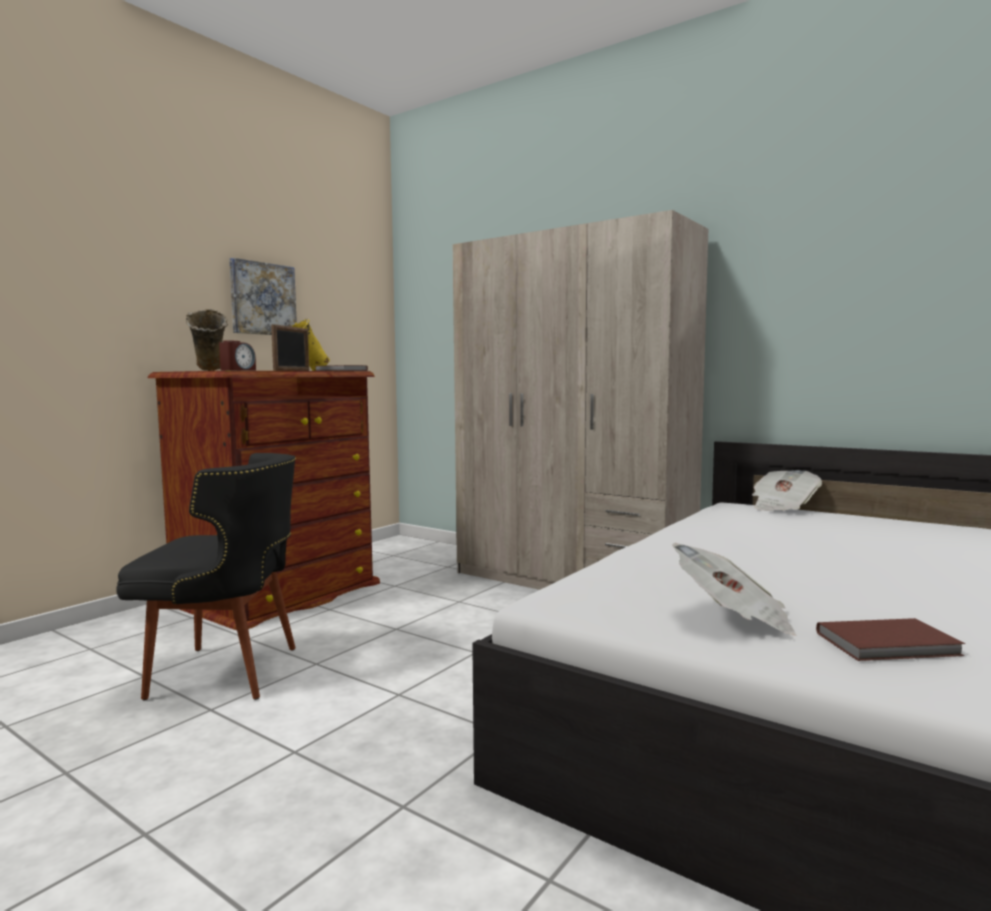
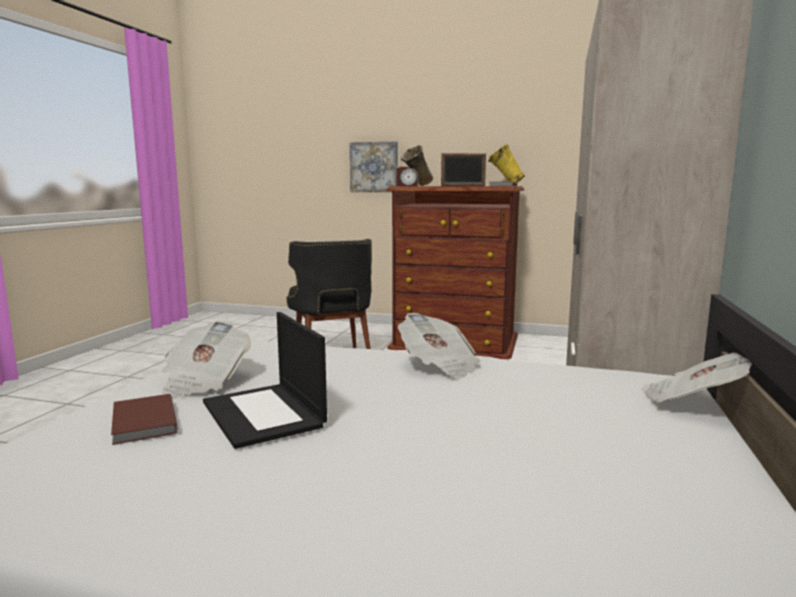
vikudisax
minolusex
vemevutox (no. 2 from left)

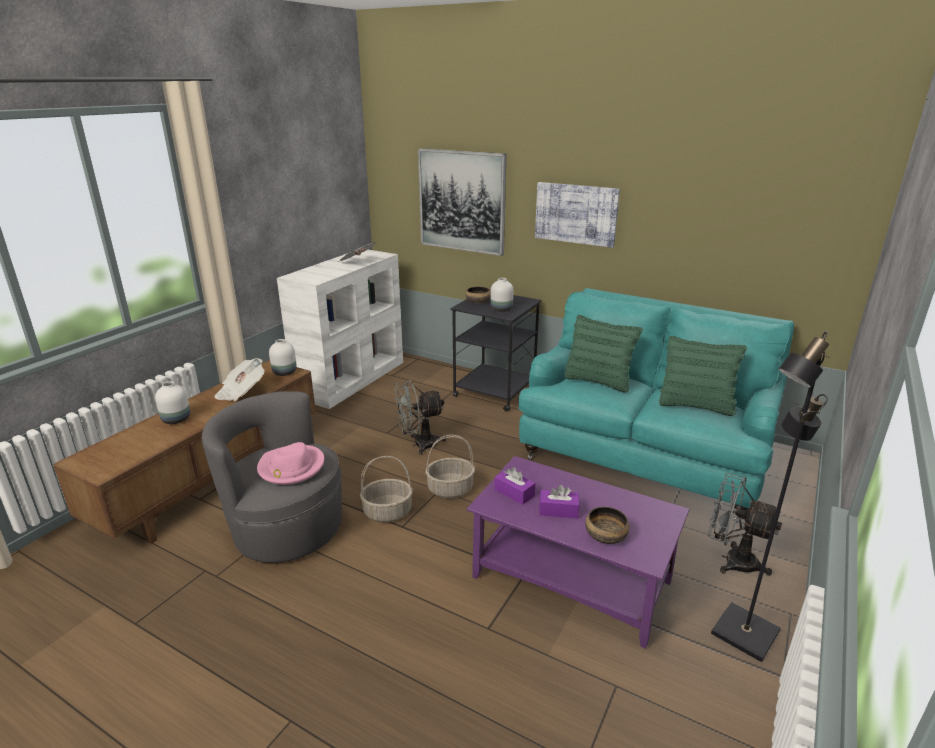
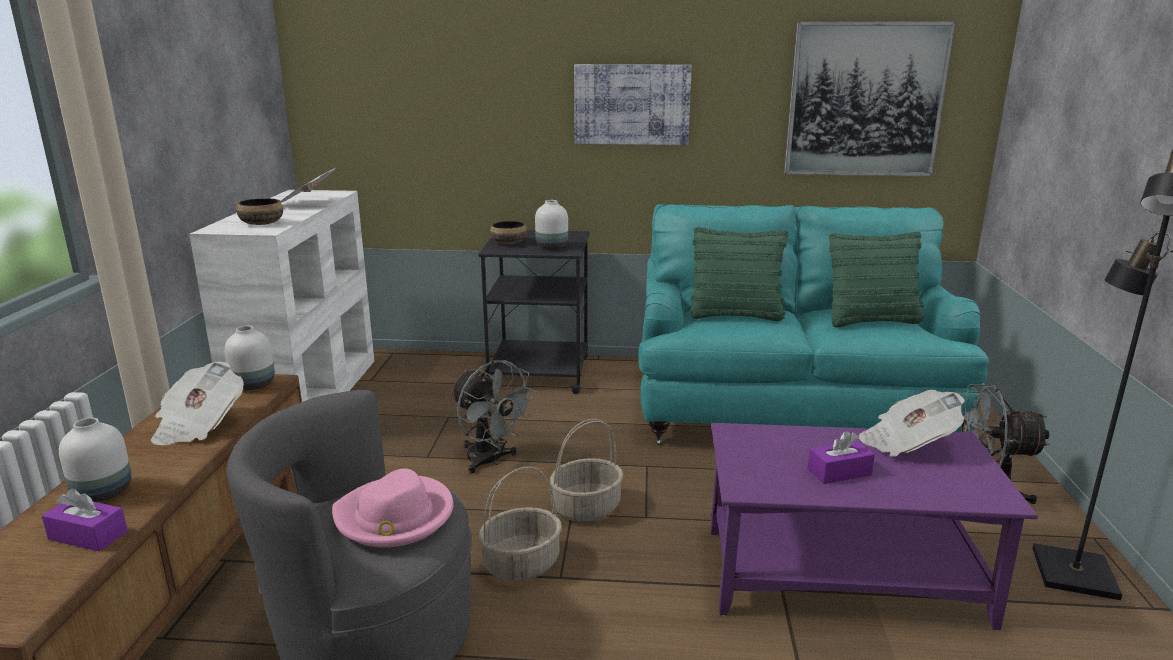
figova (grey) (no. 1 from left)
vikudisax (no. 2 from left)
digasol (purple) (no. 1 from left)
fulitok (no. 1 from left)
vemevutox (no. 3 from left)

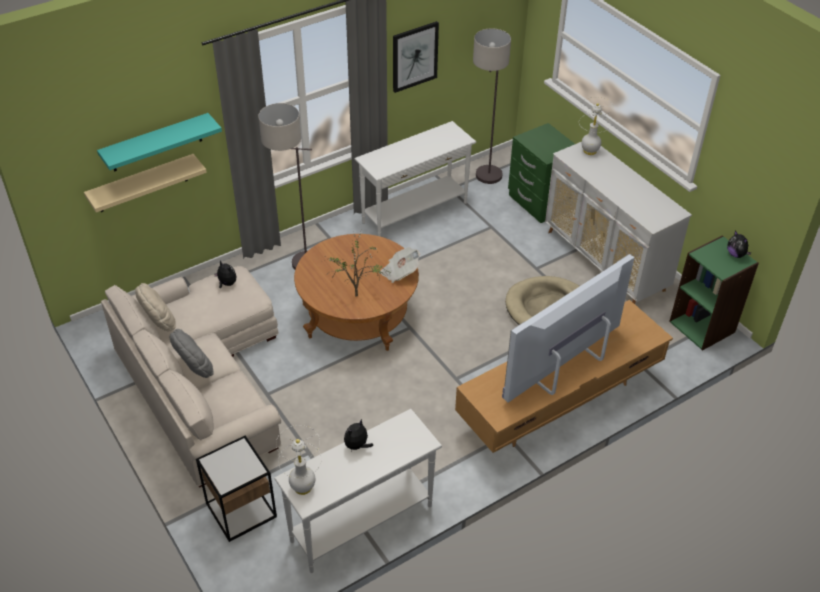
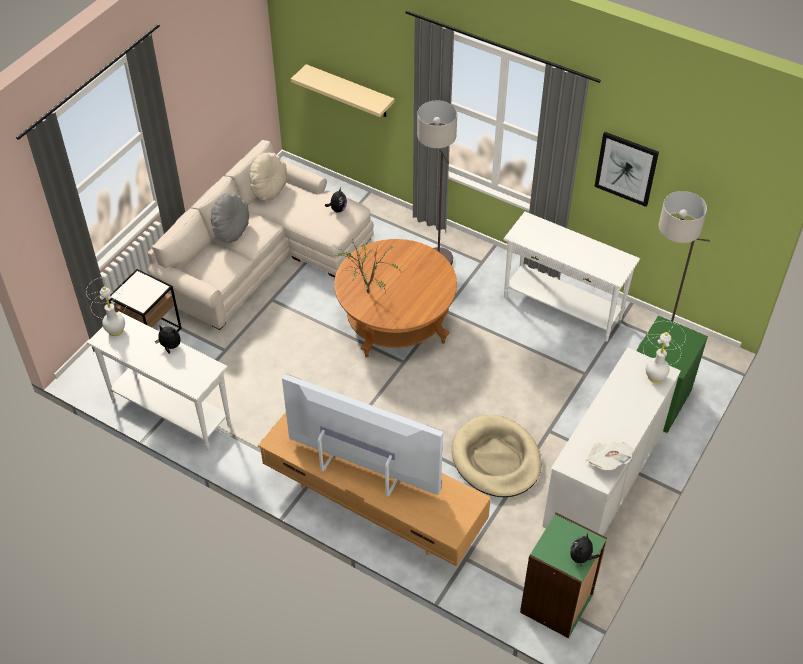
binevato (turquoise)
vemevutox

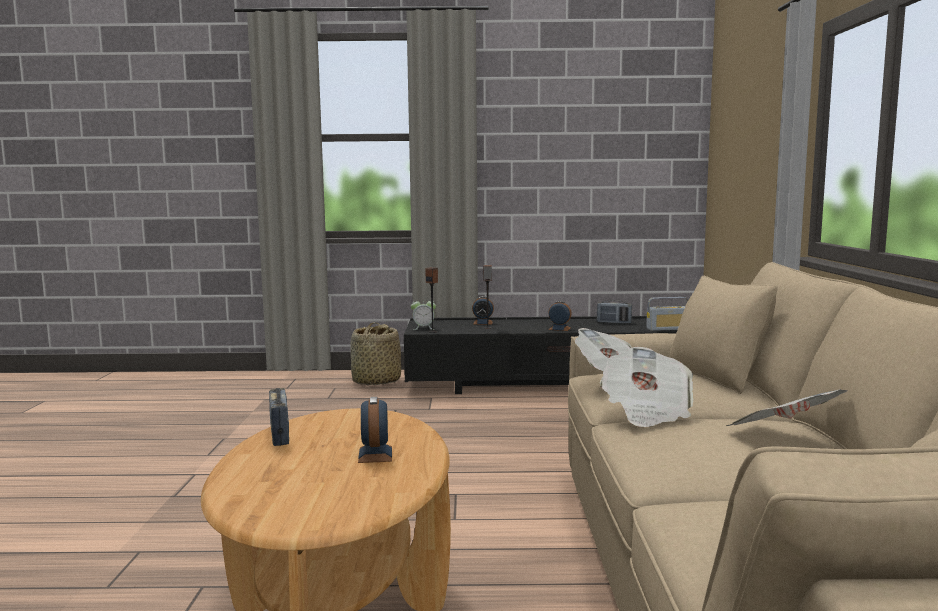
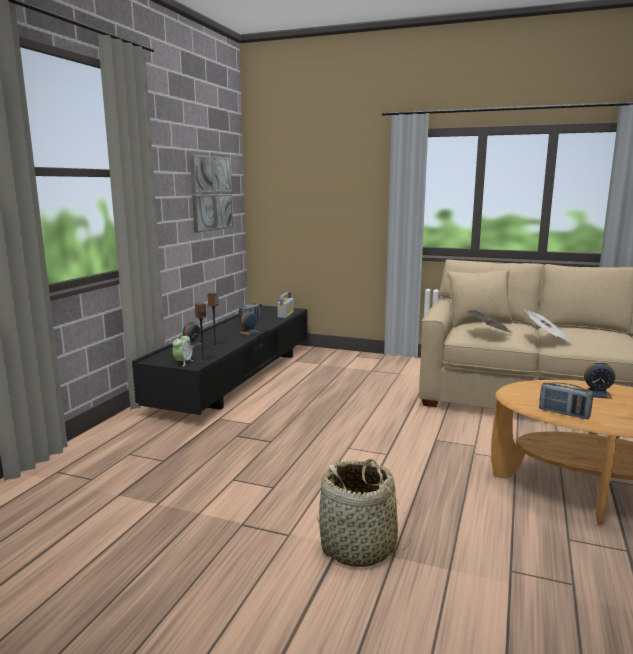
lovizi (no. 3 from left)
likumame
vemevutox (no. 3 from left in the first image)
vikudisax

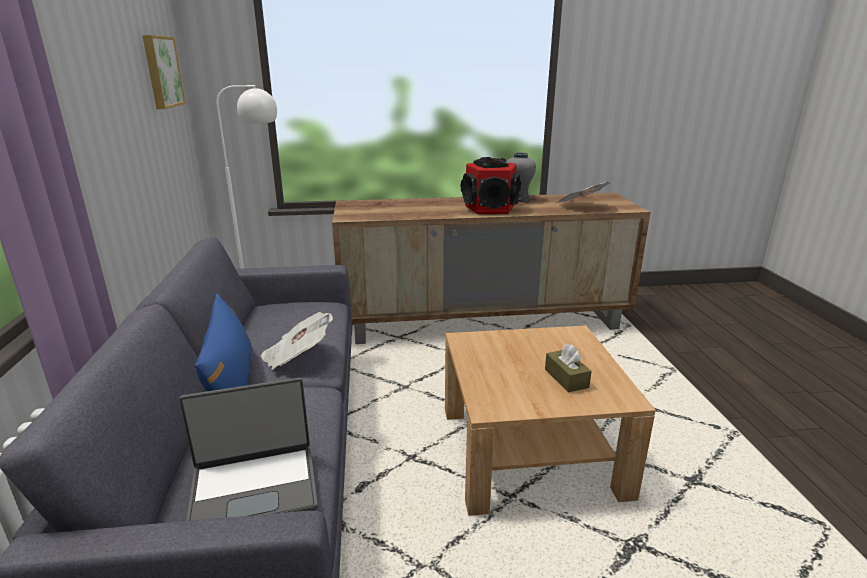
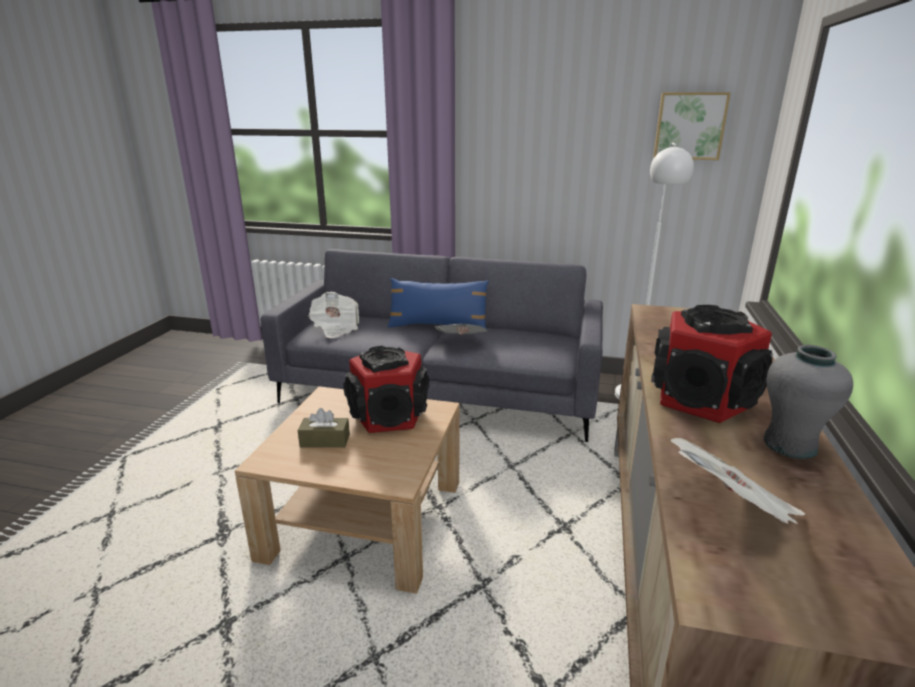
vemevutox (no. 1 from left)
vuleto (no. 1 from left)

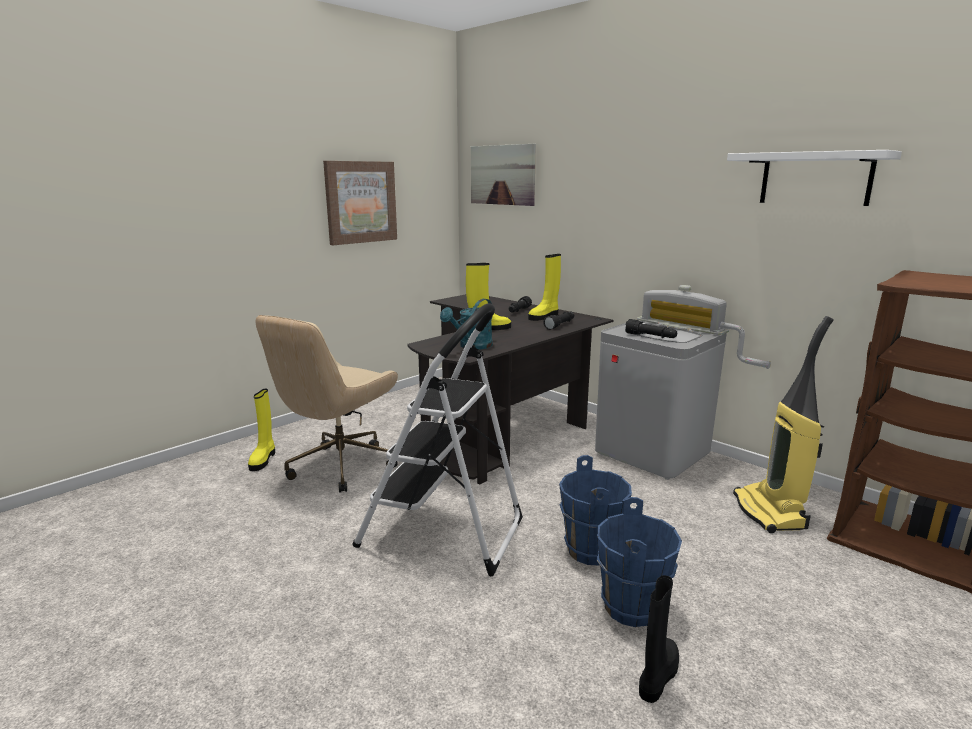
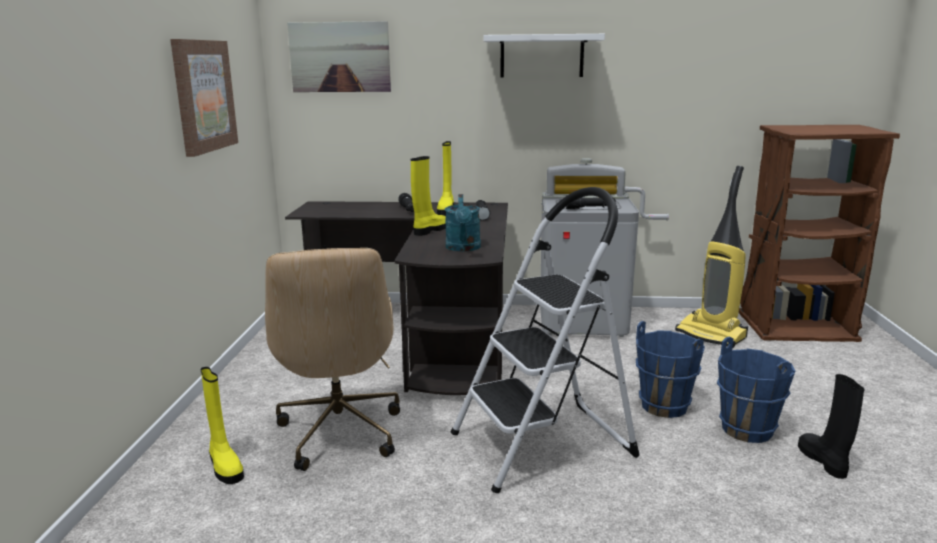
binevato (white)

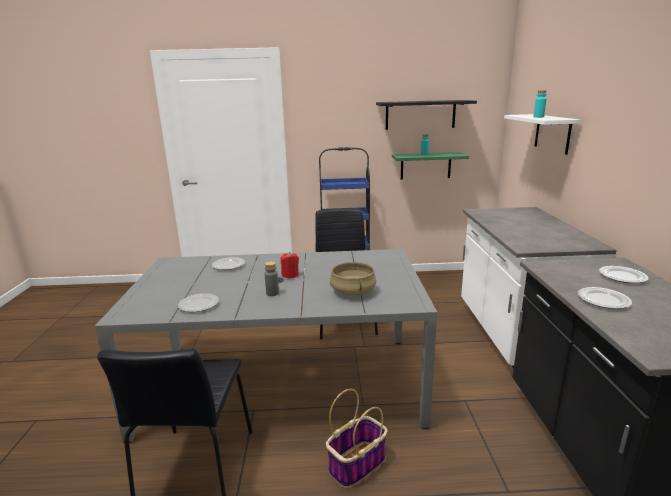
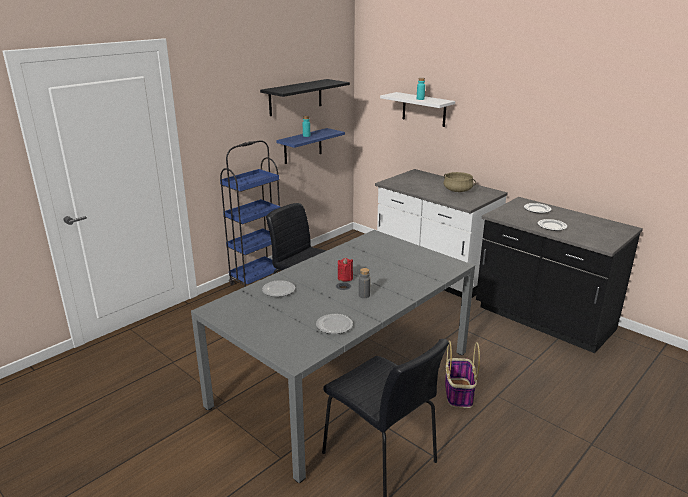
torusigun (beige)
binevato (blue)

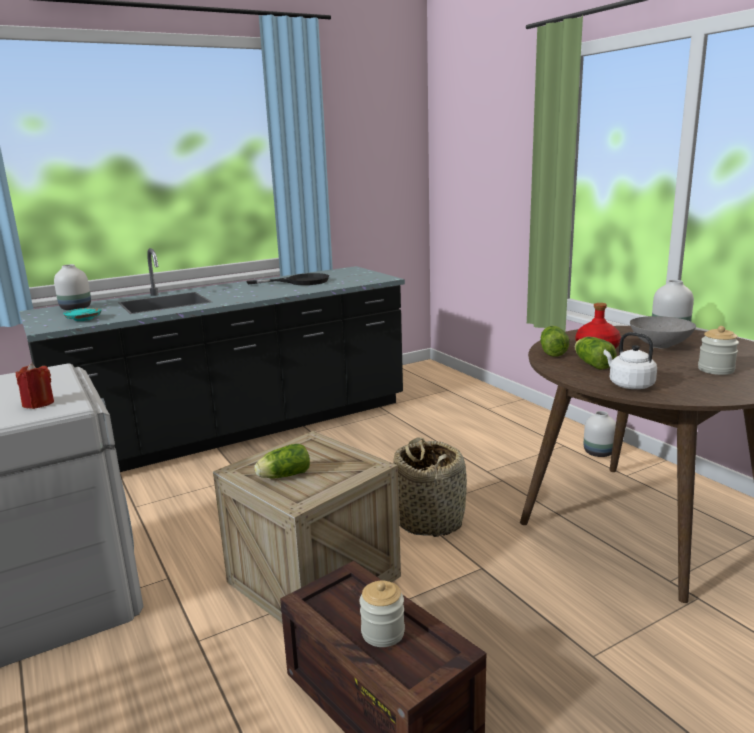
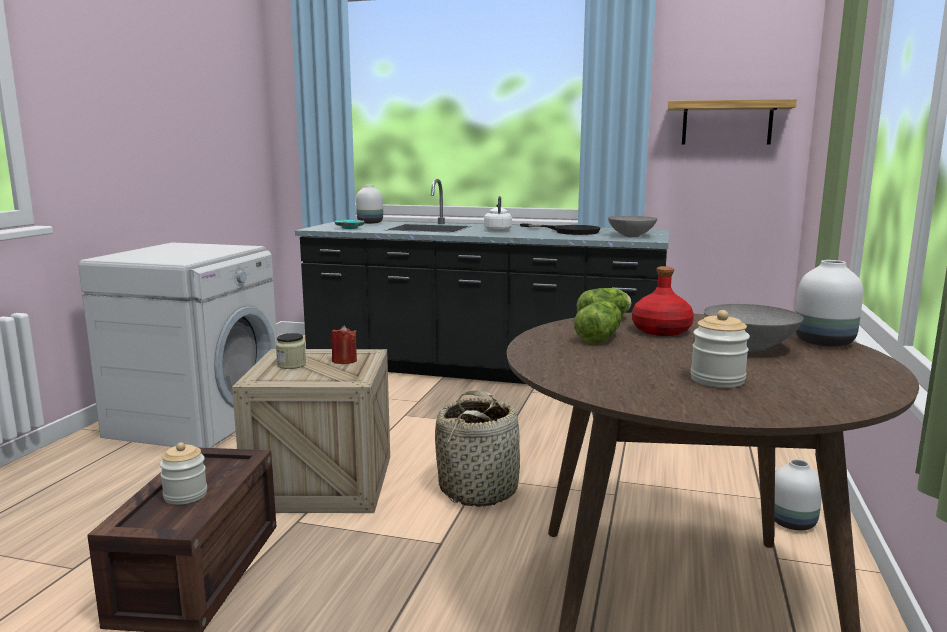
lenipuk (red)
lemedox (no. 2 from left)
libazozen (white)
fulitok (grey) (no. 1 from left)
binevato

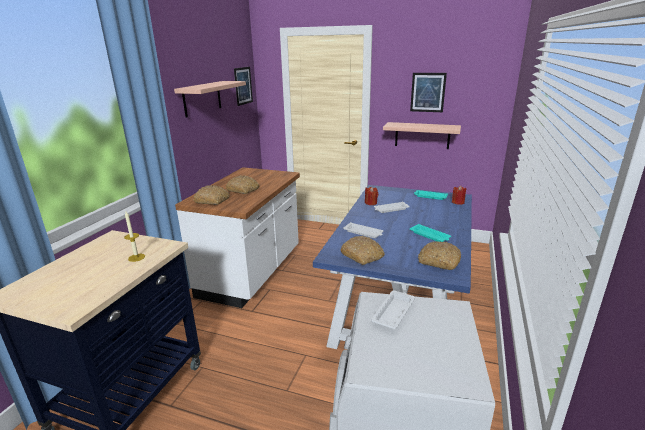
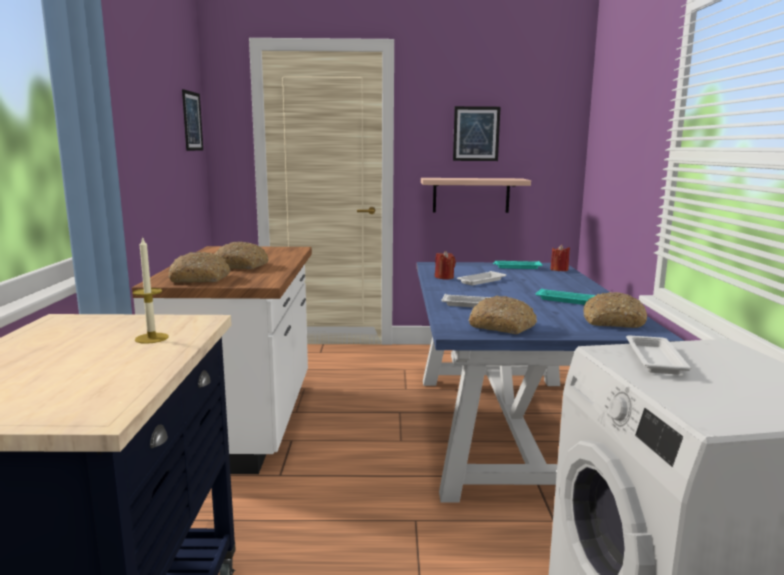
binevato (no. 1 from left in the first image)

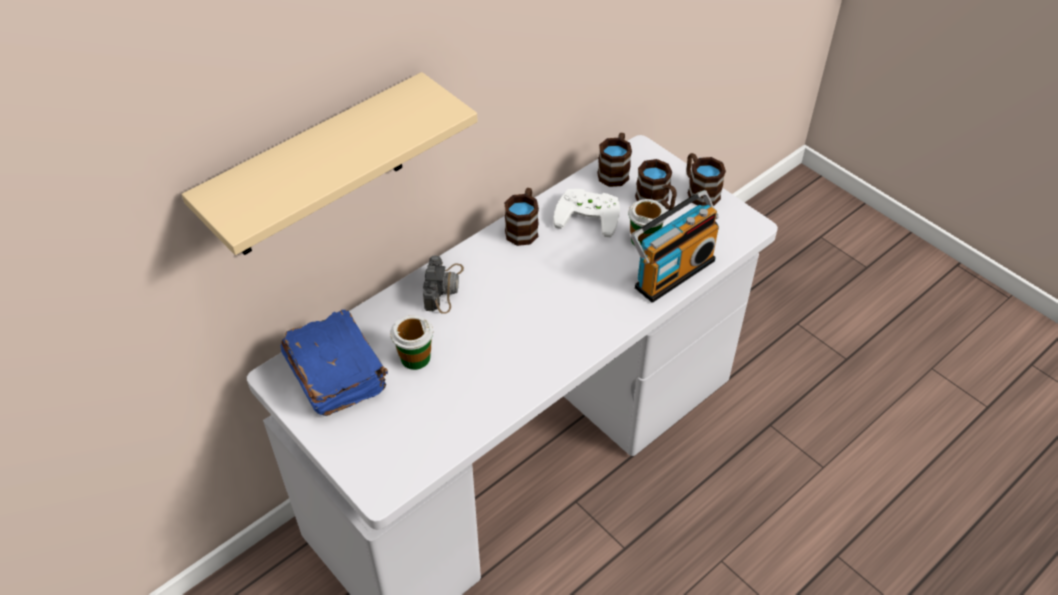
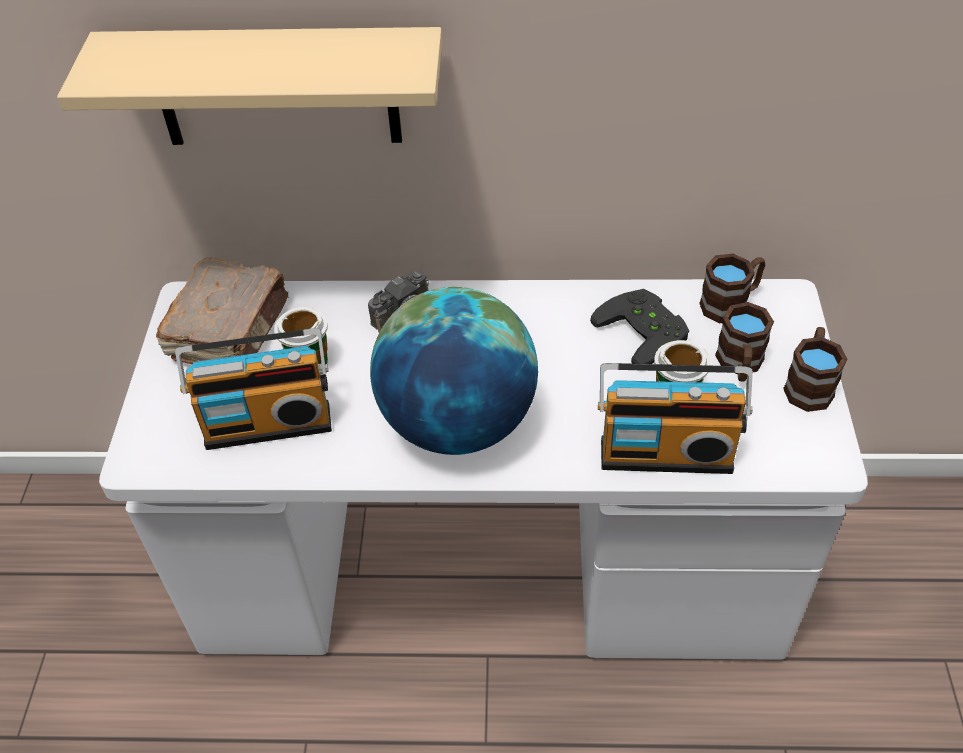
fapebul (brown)
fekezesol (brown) (no. 1 from left in the first image)
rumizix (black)
lovizi (no. 1 from left)
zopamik

